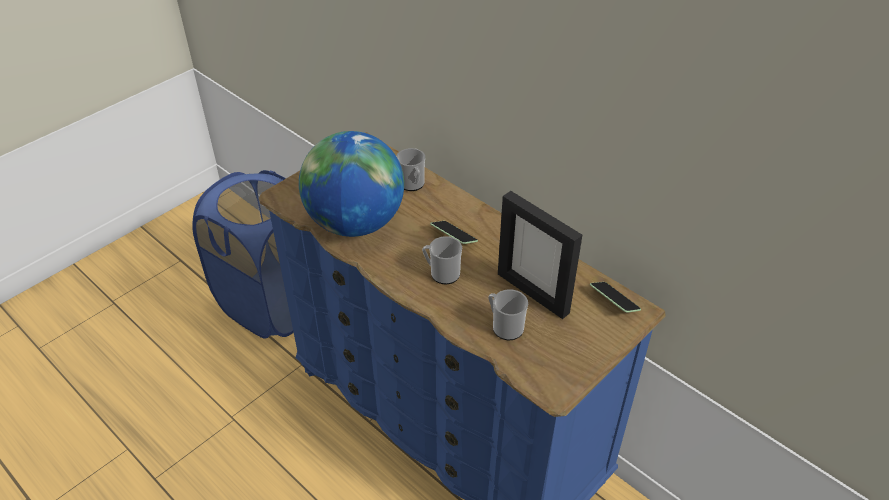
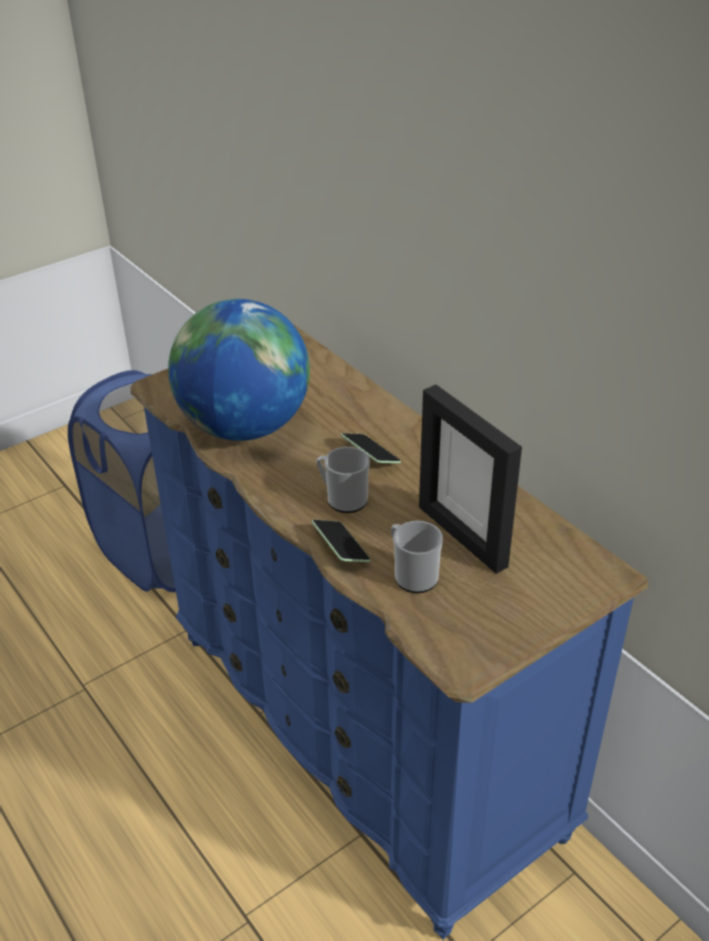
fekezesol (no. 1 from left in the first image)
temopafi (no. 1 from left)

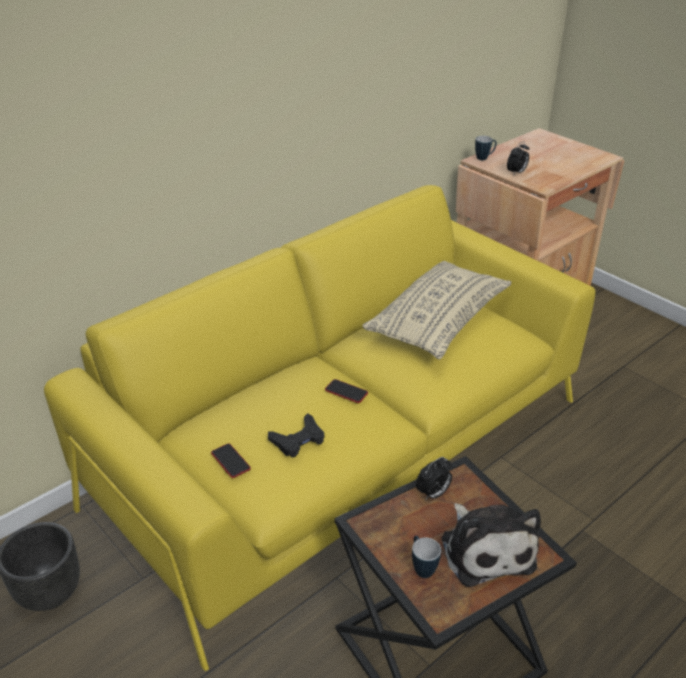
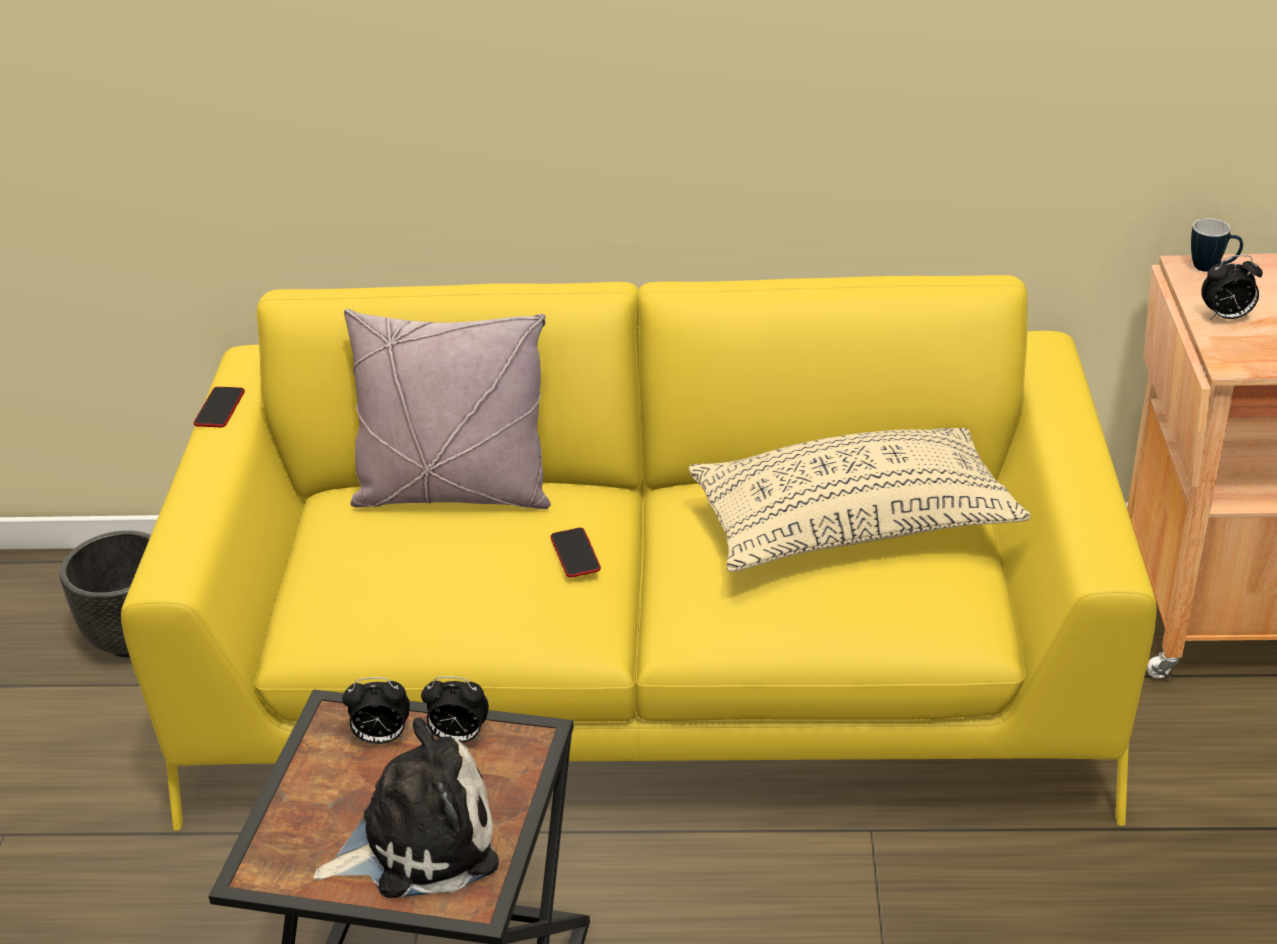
temopafi (no. 1 from left)
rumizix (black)
fekezesol (no. 1 from left in the first image)
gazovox
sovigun (no. 1 from left)
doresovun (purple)

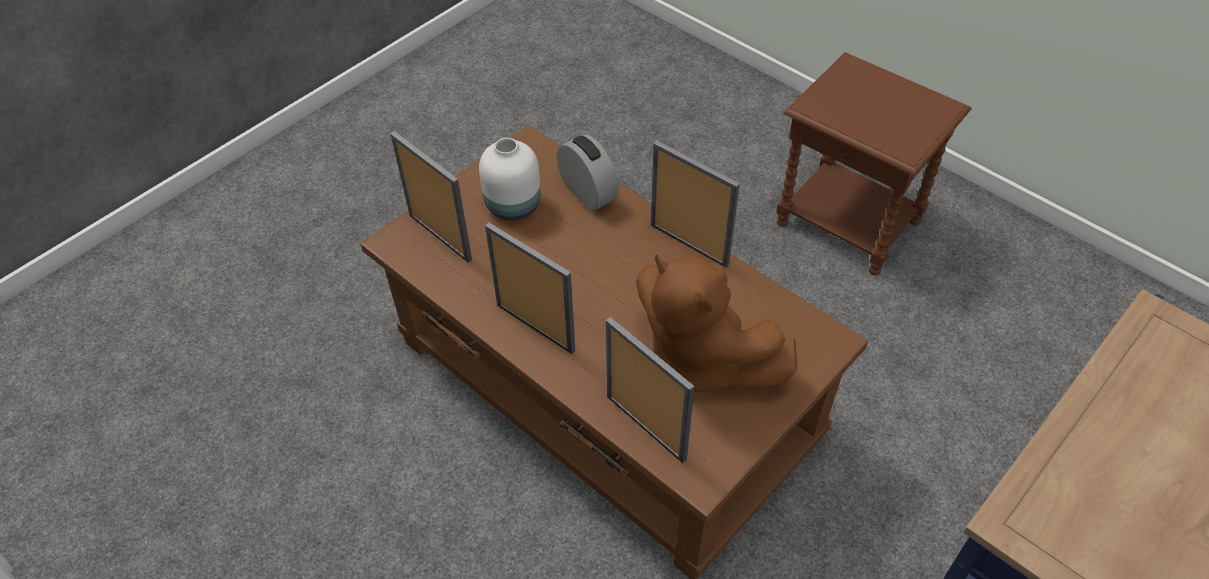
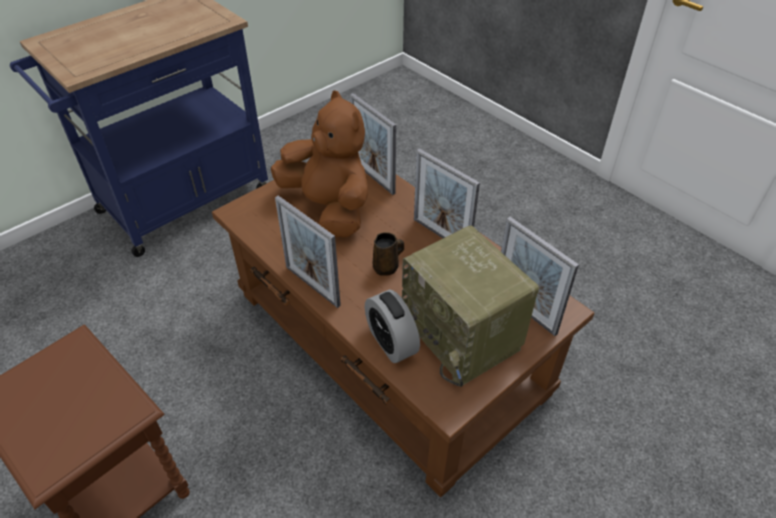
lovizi
fekezesol (brown)

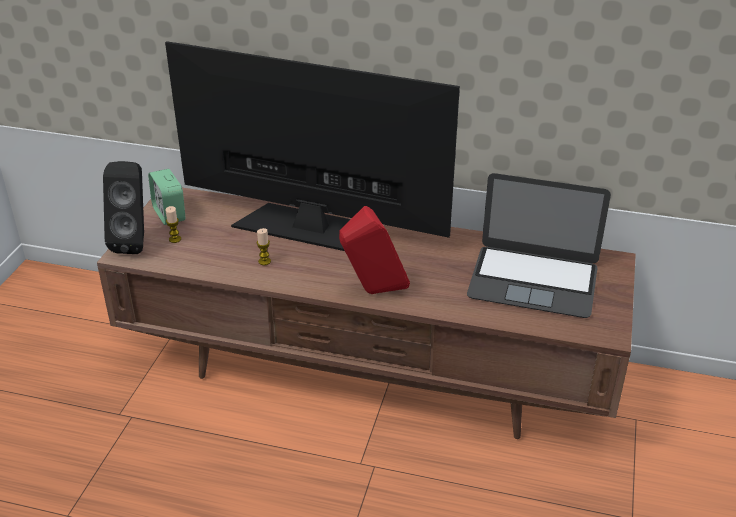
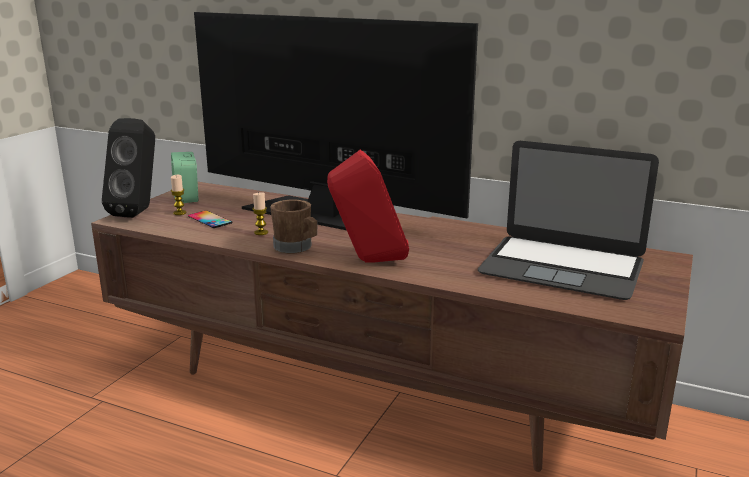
temopafi
fekezesol (brown)

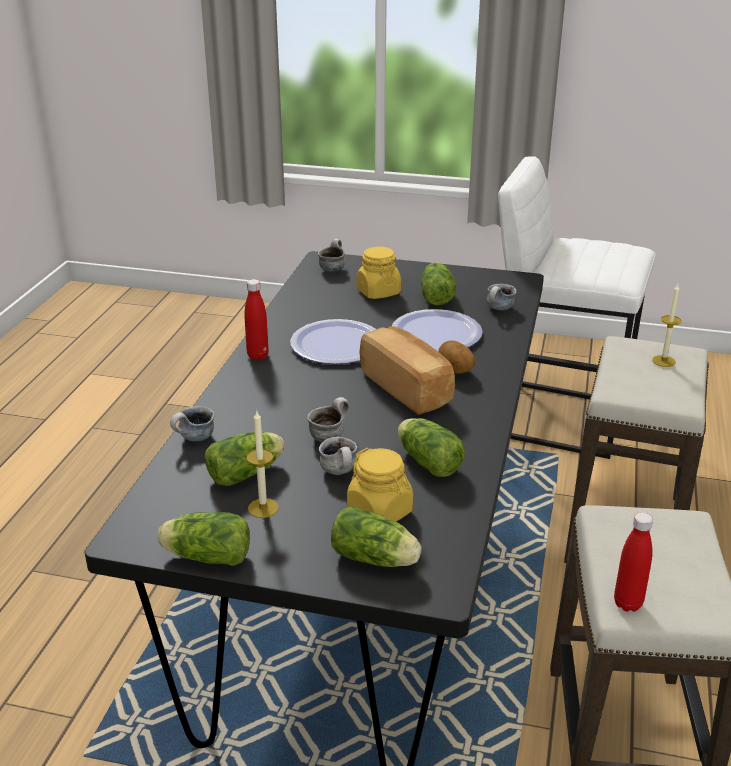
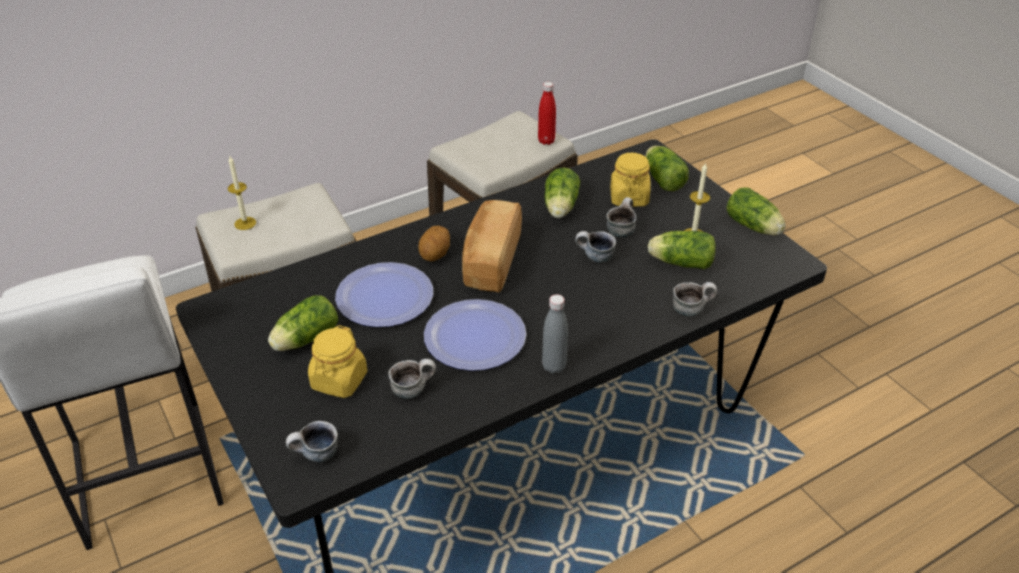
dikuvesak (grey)
fekezesol (no. 2 from left)

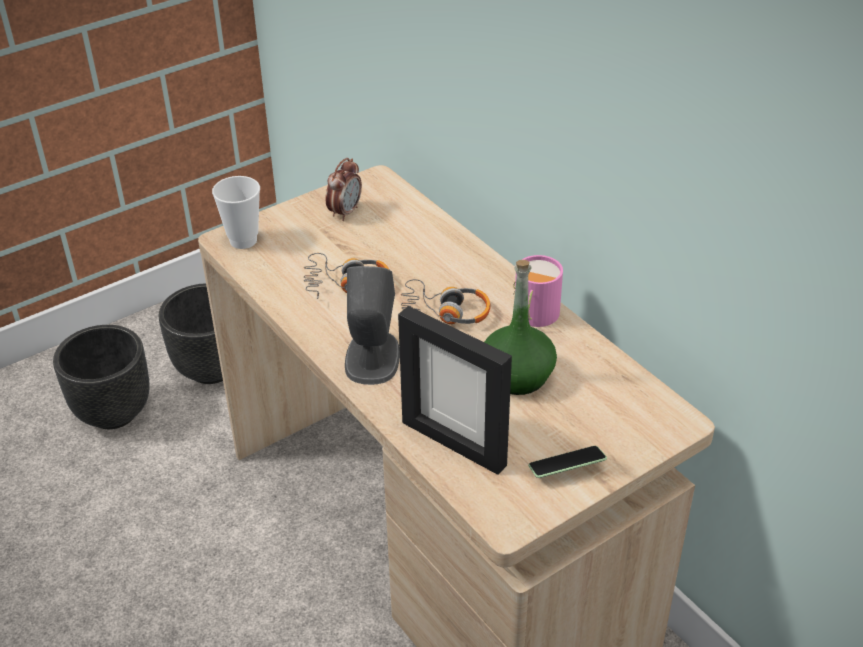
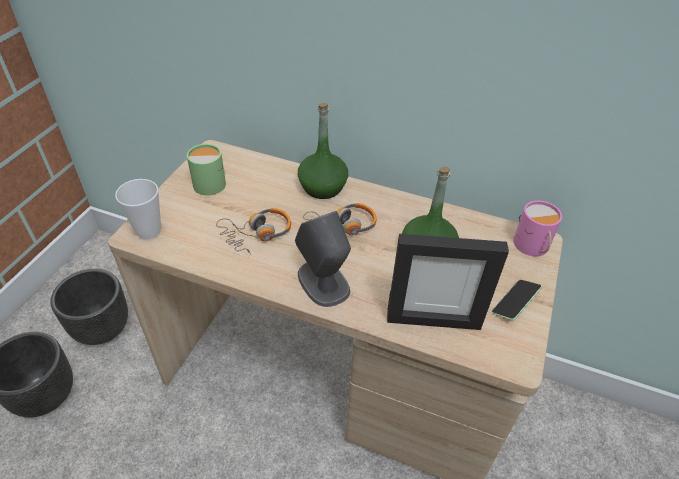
fekezesol (green)
fekezesol (pink)
dikuvesak (green) (no. 1 from left)

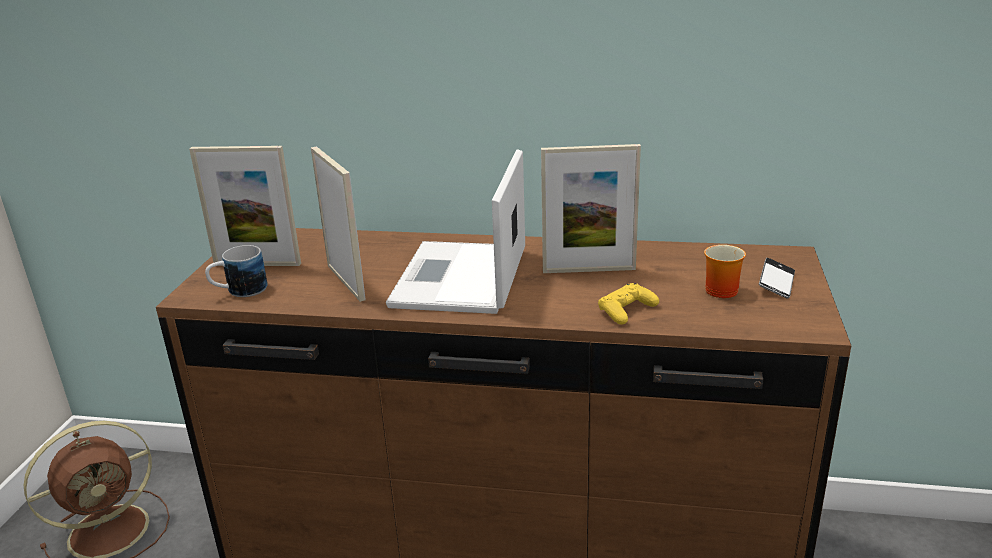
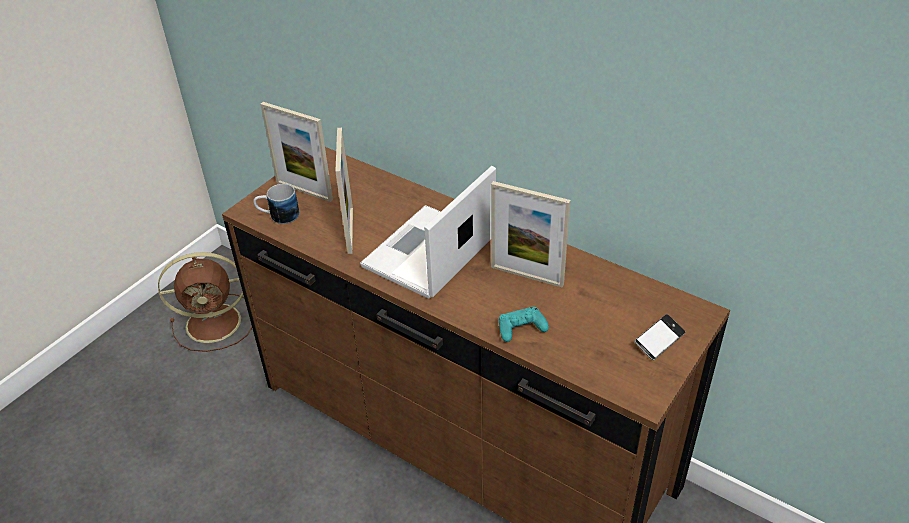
rumizix (turquoise)
fekezesol (no. 2 from left in the first image)

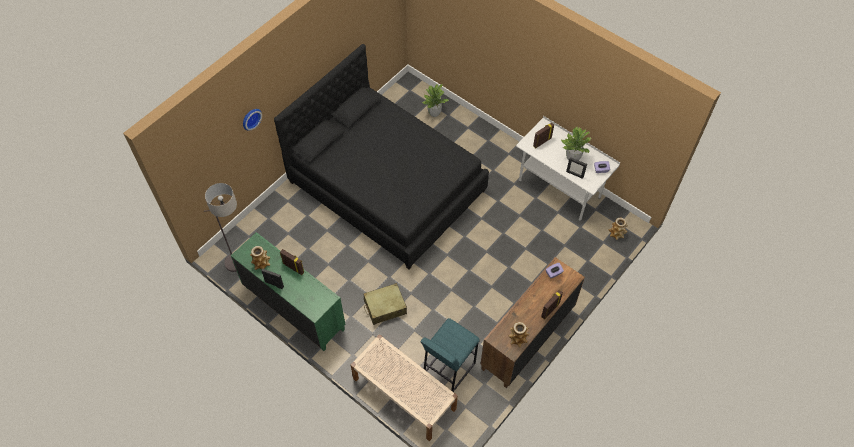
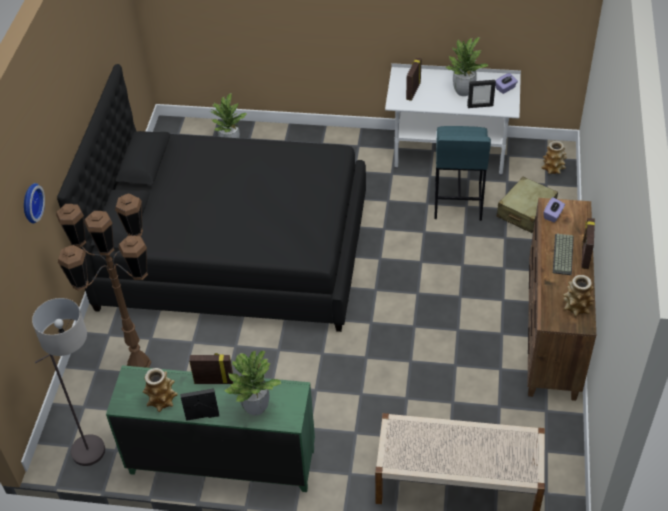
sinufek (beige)
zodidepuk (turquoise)
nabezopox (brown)
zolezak (no. 2 from left)
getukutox

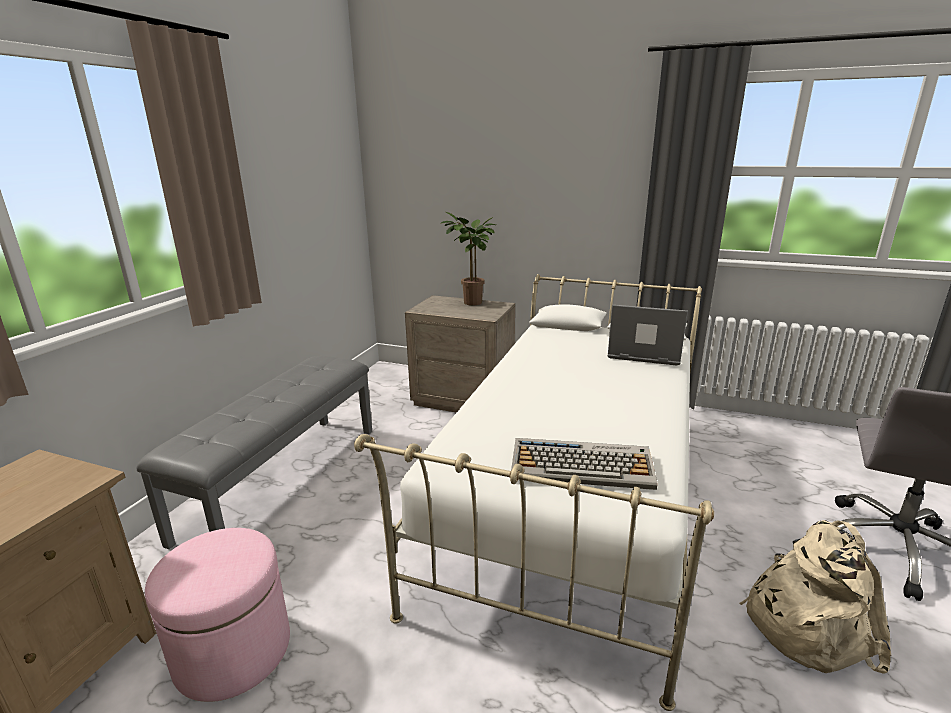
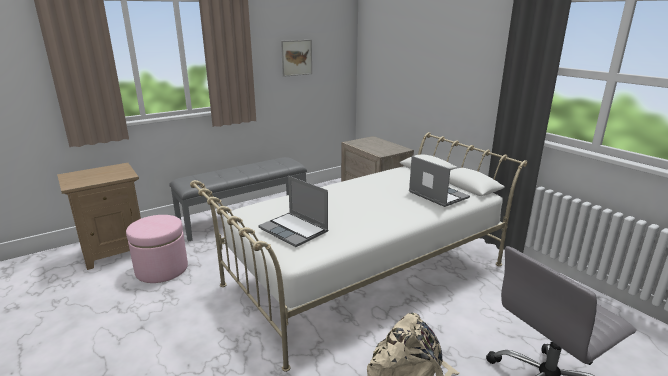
zolezak
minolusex (no. 1 from left)
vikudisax

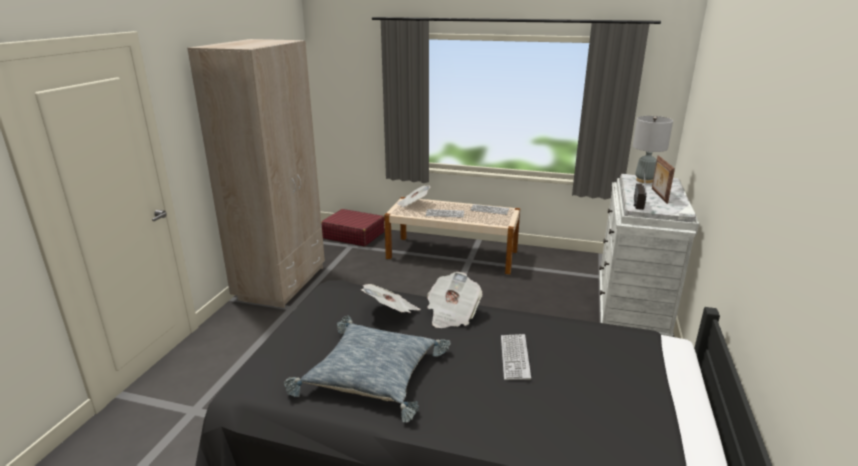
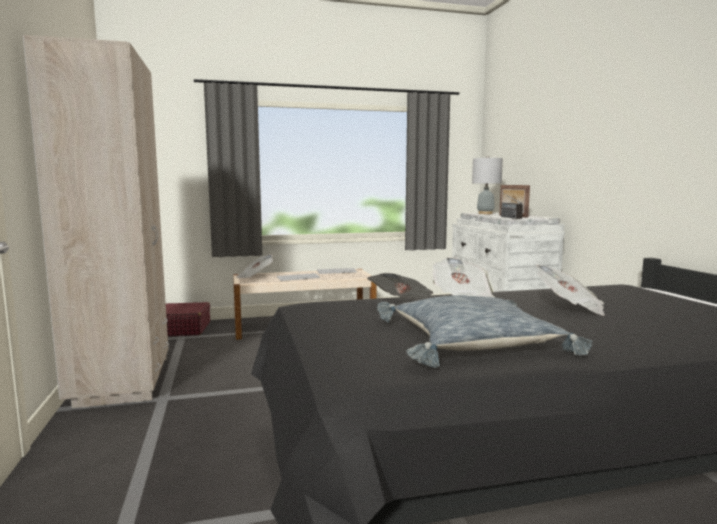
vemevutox (no. 4 from left)

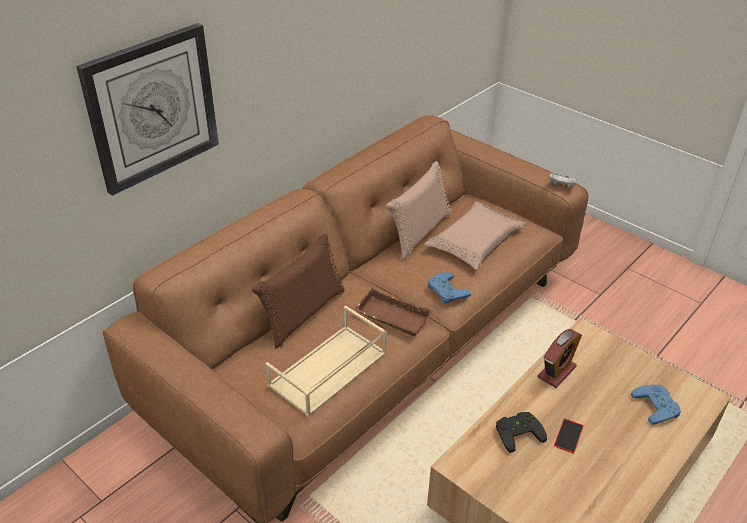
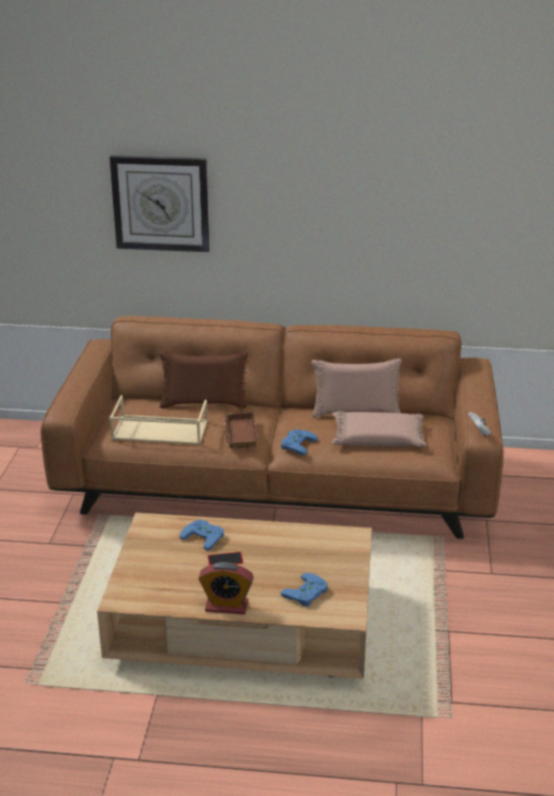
rumizix (blue) (no. 1 from left)
sovigun

